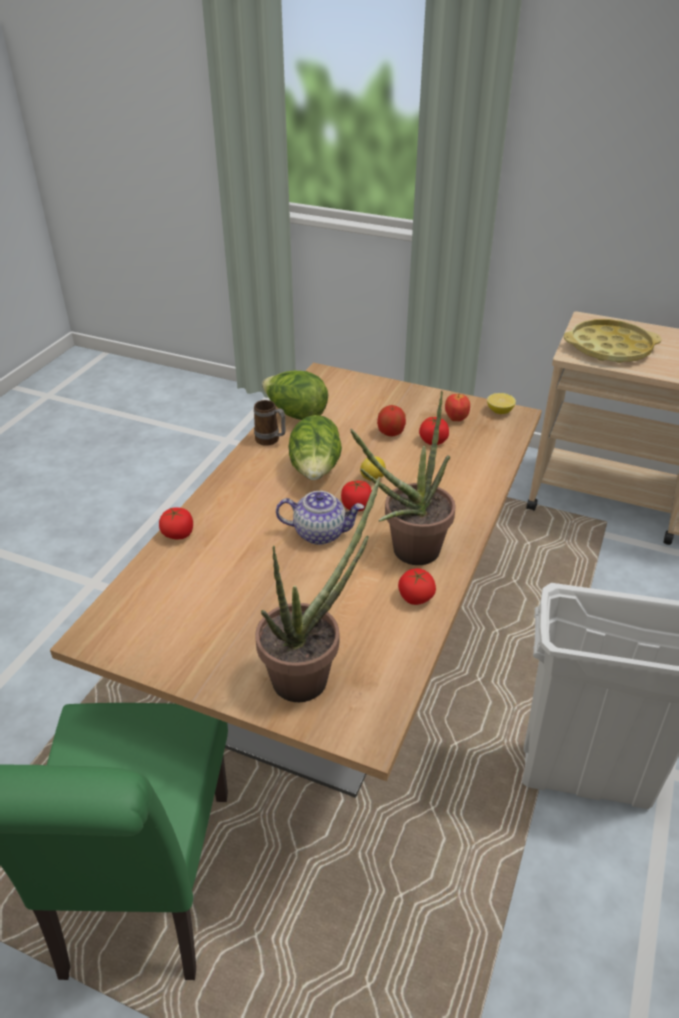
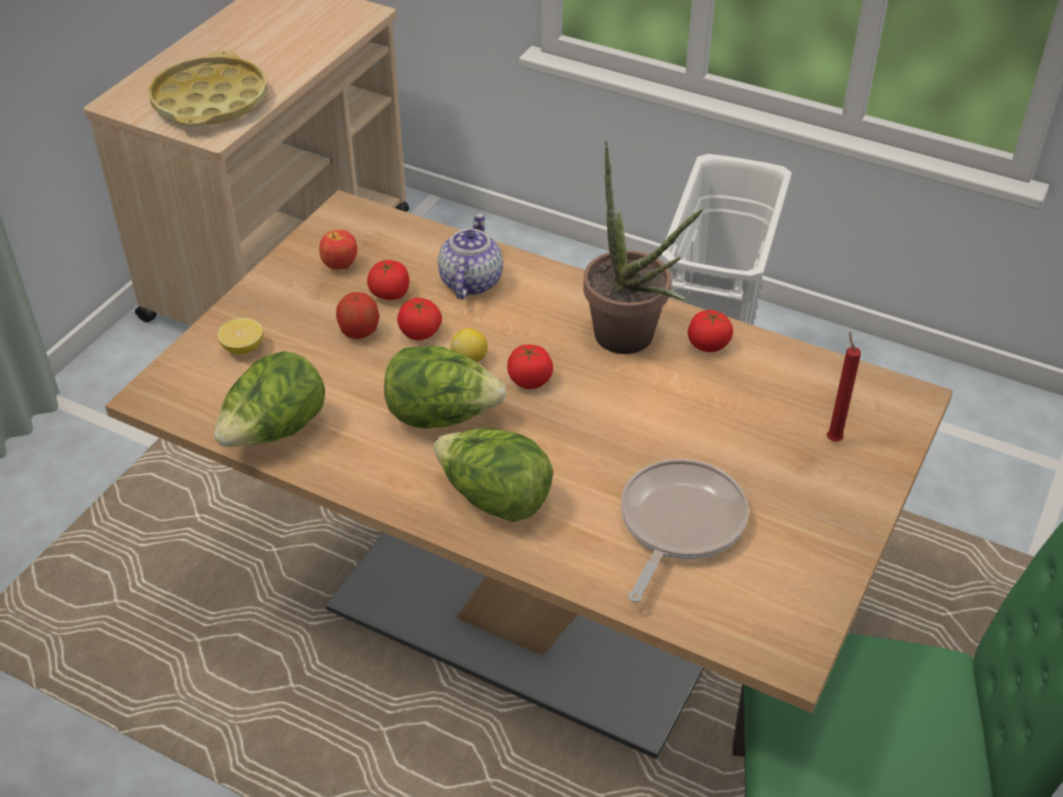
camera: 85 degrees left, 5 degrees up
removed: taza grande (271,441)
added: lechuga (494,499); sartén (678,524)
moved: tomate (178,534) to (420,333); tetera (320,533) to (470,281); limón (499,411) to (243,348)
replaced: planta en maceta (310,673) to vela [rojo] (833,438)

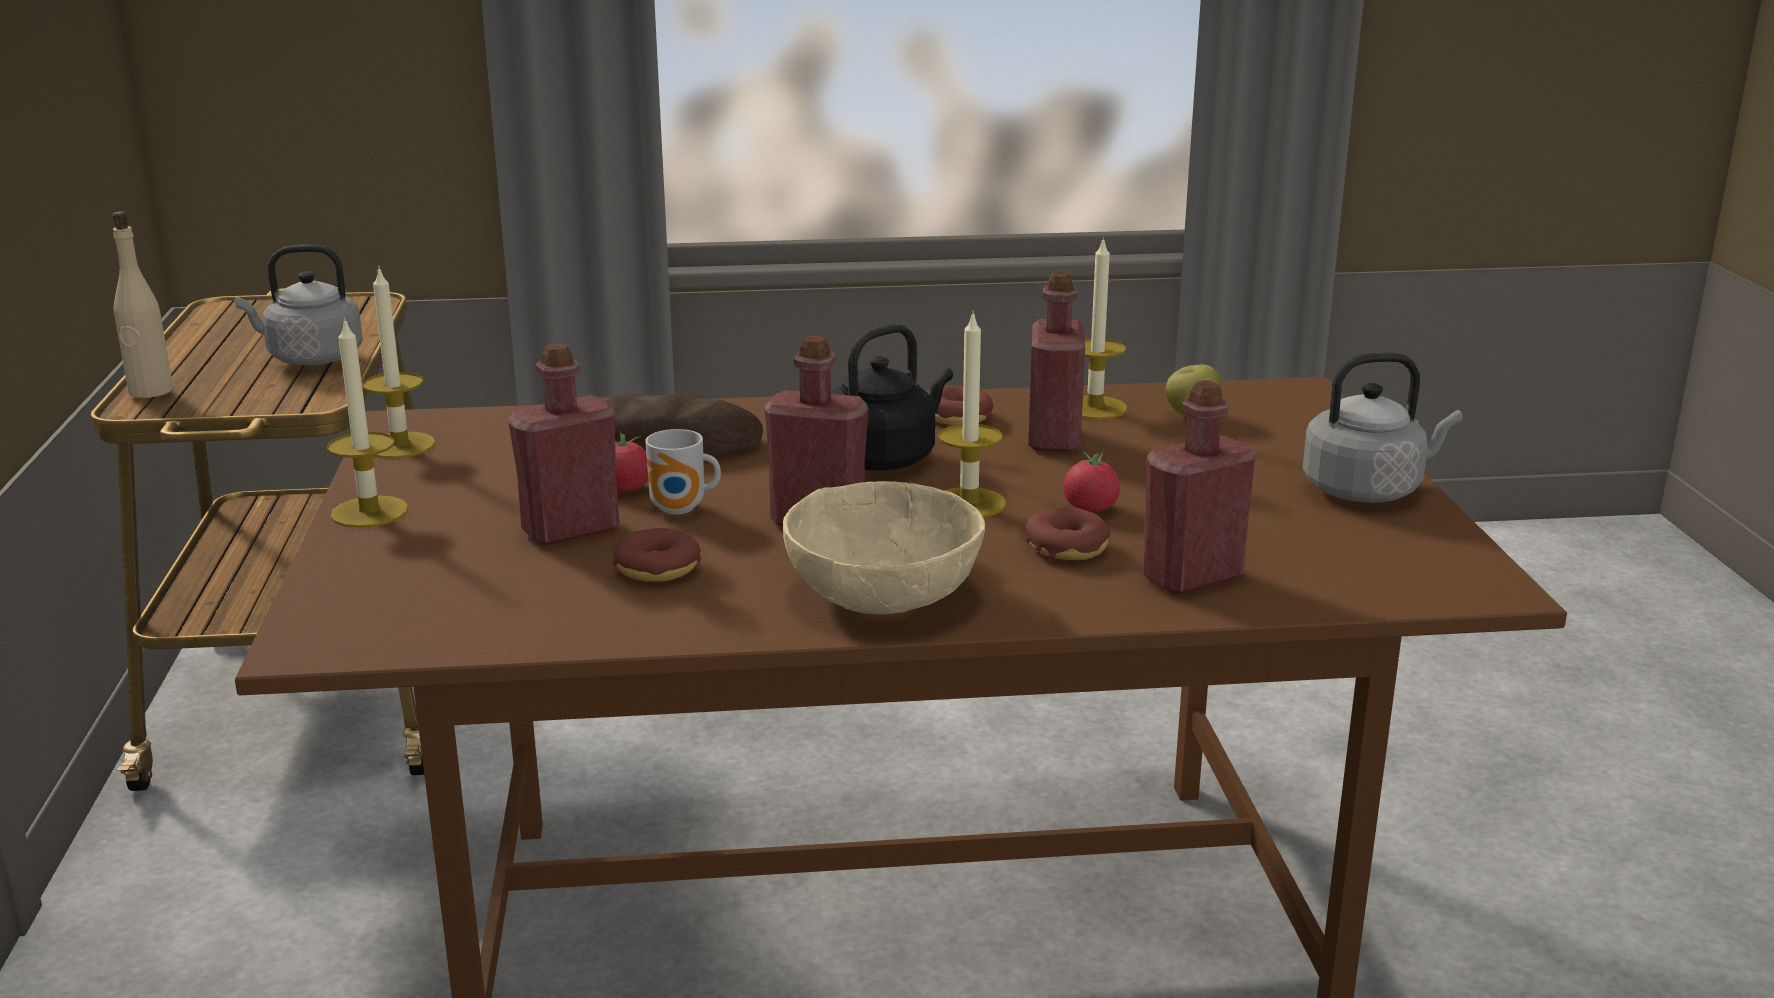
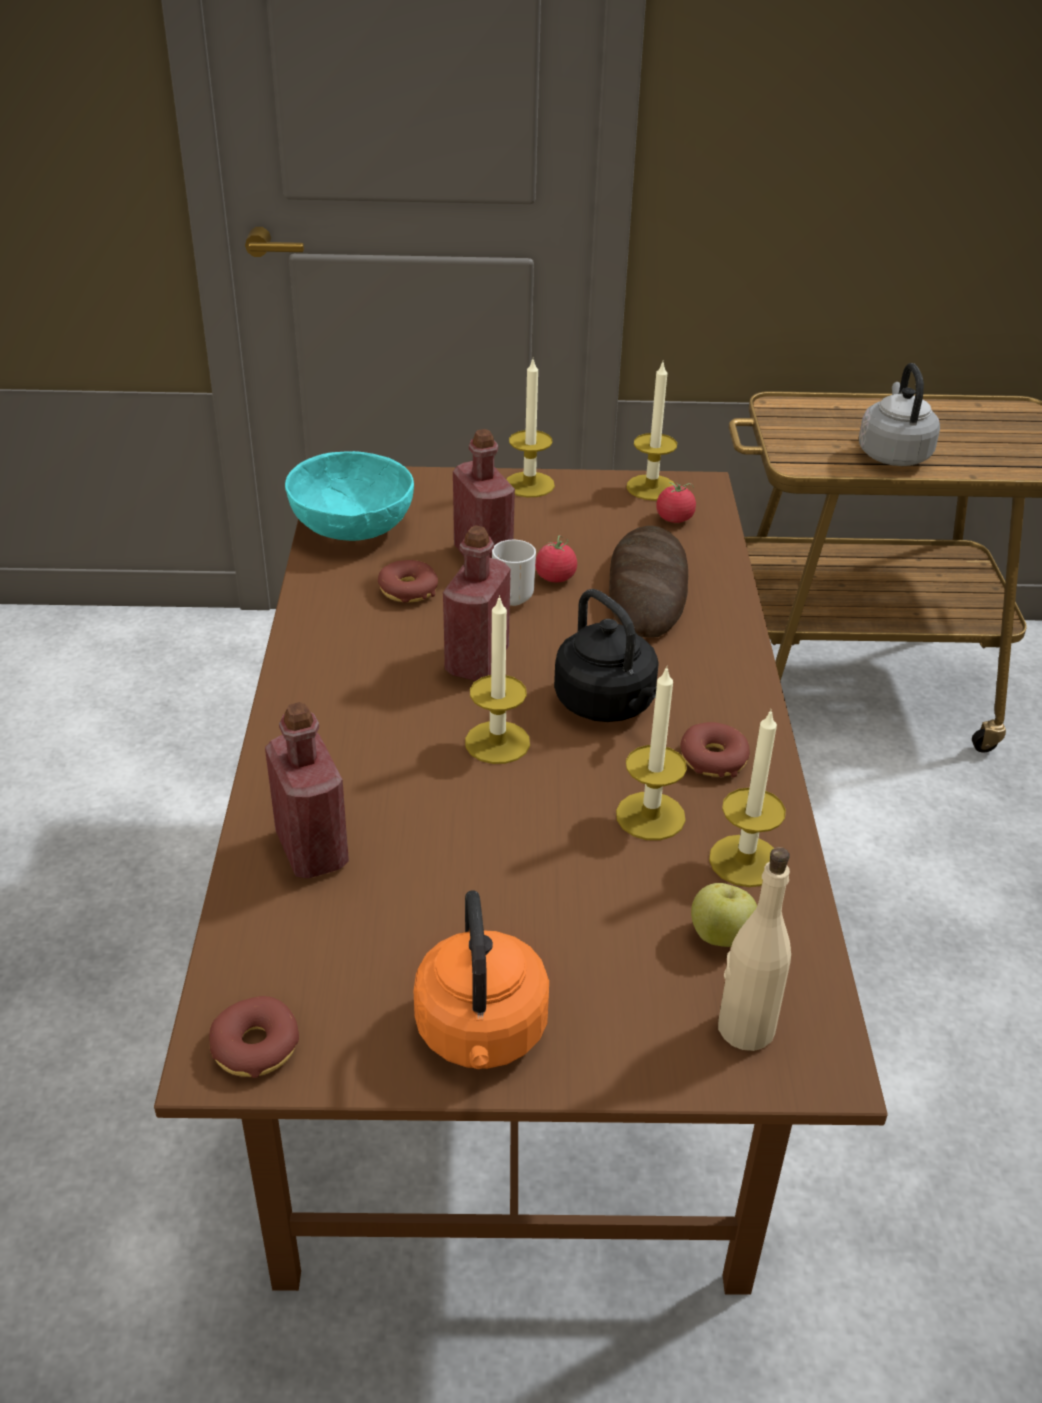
camera: 95 degrees right, 15 degrees up
removed: cuenco [beis] (883,594)
added: cuenco [turquesa] (352,527)
moved: botella [beis] (150,391) to (745,1028); rosquilla (1067,547) to (255,1047); tomate (1090,508) to (674,519)
replaced: botella [rojo] (1054,439) to vela (650,816)
recoloured: hervidor [gris] (1367,490) to hervidor [naranja] (481,1034)

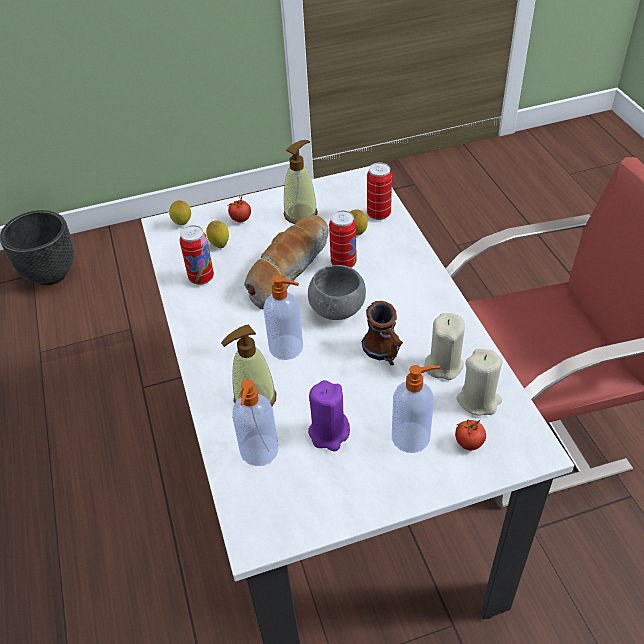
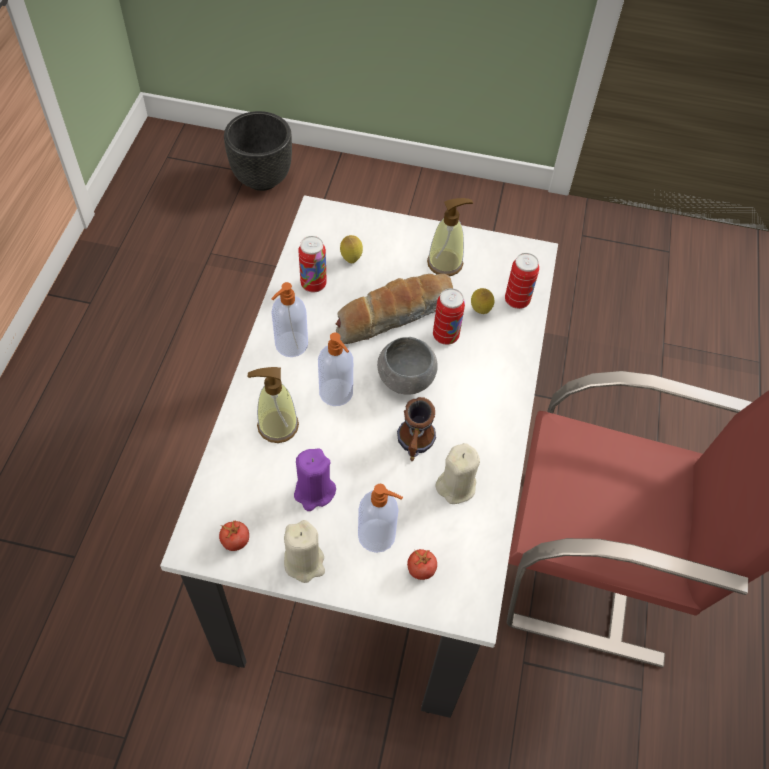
camera: 25 degrees right, 10 degrees up
removed: limón (182,224)
moved: tomate (240,219) to (235,541); dispensador de jabón (259,452) to (290,345); vela [beis] (479,400) to (304,562)

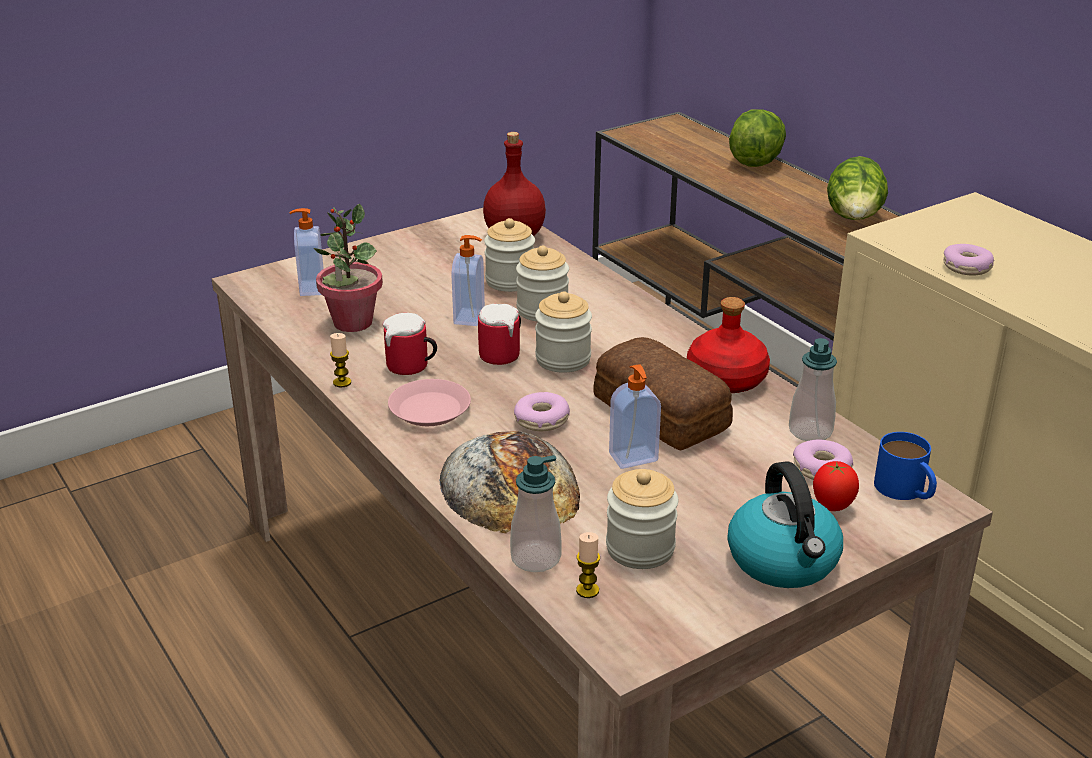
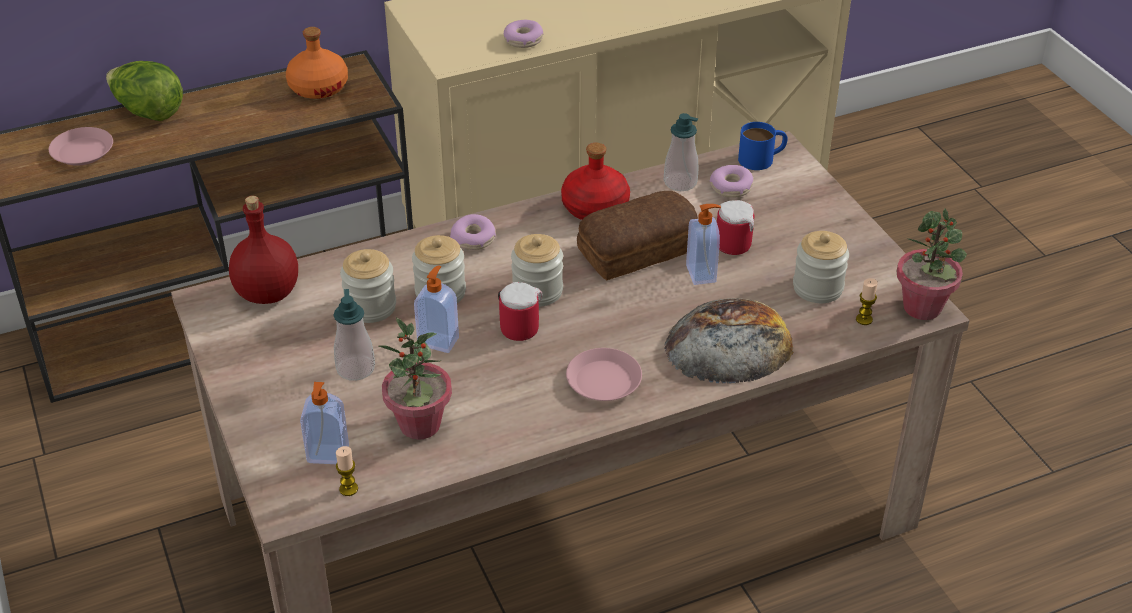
camera: 80 degrees left, 10 degrees up
removed: hervidor (784,561); tomate (832,507)
added: plato [rosa] (83,151); planta en maceta (922,307)
moved: vela (342,382) to (348,489); taza grande (412,368) to (736,242); dispensador de jabón (535,558) to (355,368); rosquilla (541,420) to (474,239)
replaced: lechuga (854,220) to botella [naranja] (318,87)

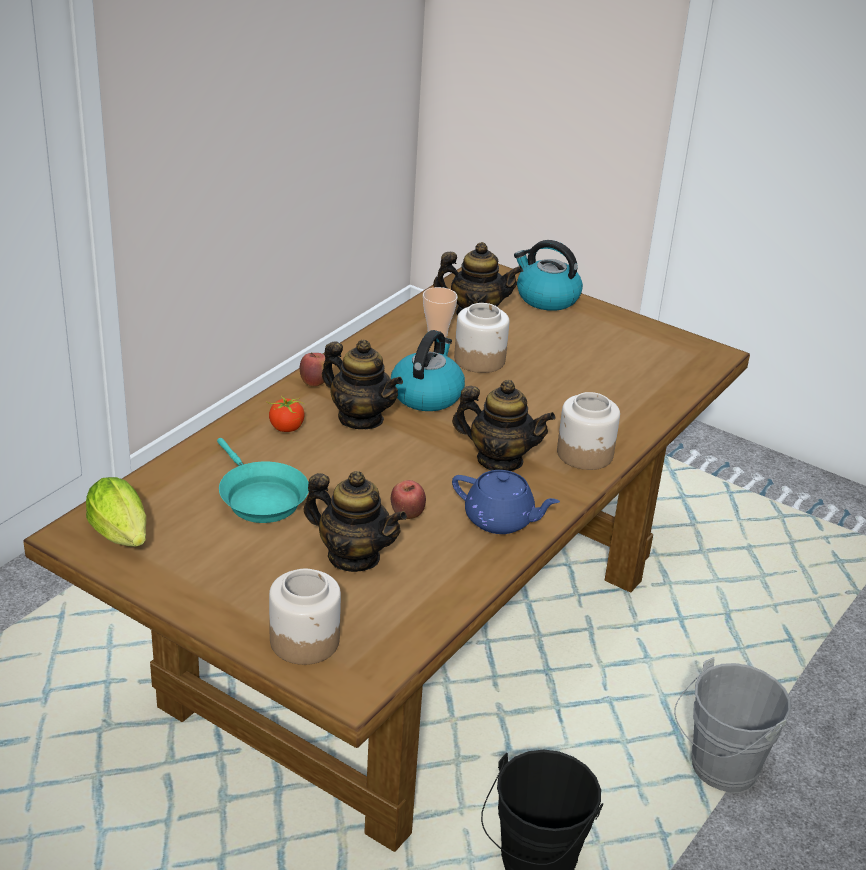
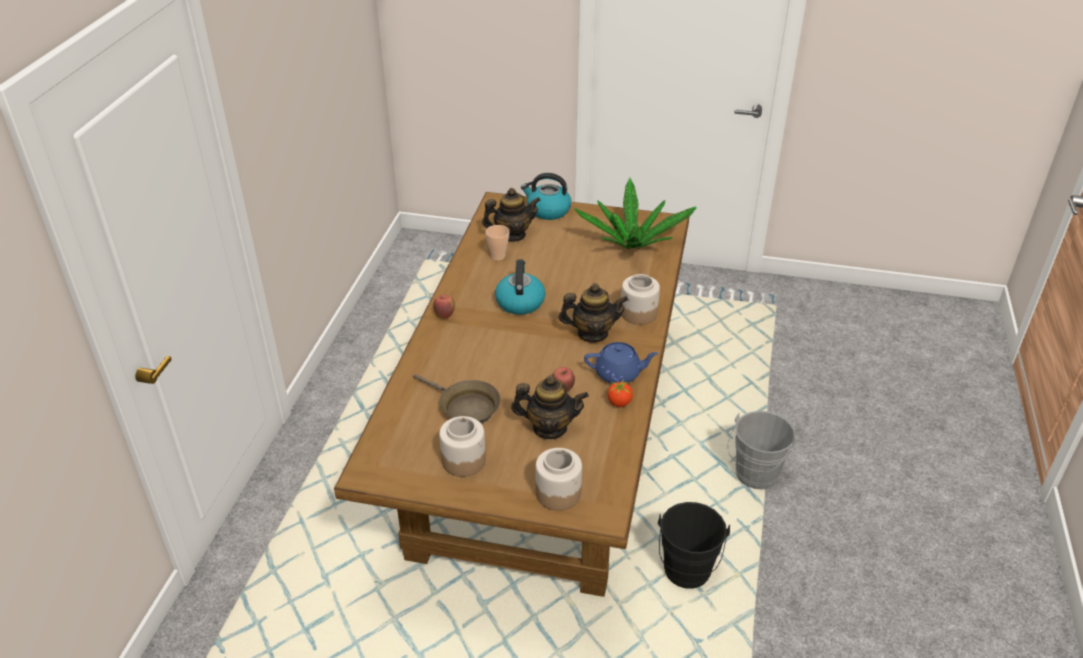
camera: 20 degrees left, 5 degrees up
removed: lechuga (123,537); tetera (360,418)
added: planta en maceta (632,244)
moved: tomate (286,428) to (619,403); tarro (480,359) to (463,460)
recoloured: sartén [turquesa] (259,498) to sartén [marrón] (465,407)

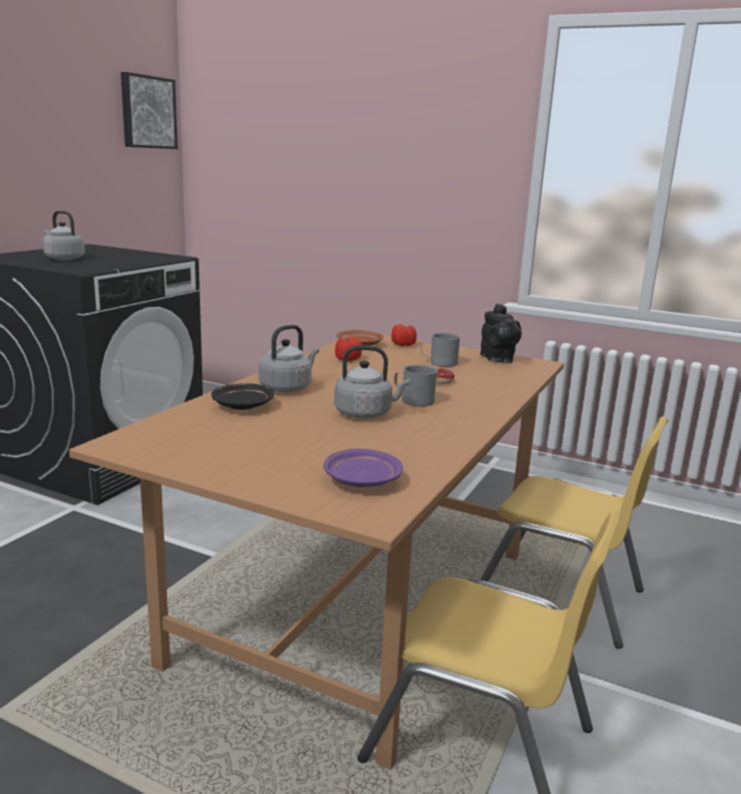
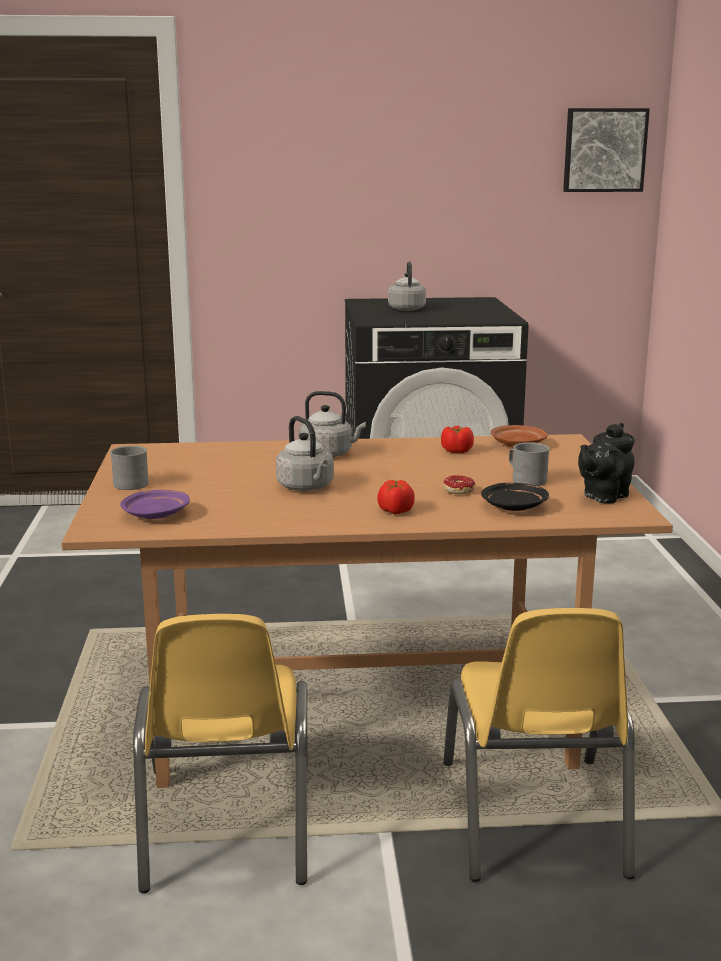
camera: 60 degrees right, 0 degrees up
moved: plato [negro] (243,405) to (514,506); tomate (403,345) to (395,511); taza grande [gris] (413,400) to (133,482)

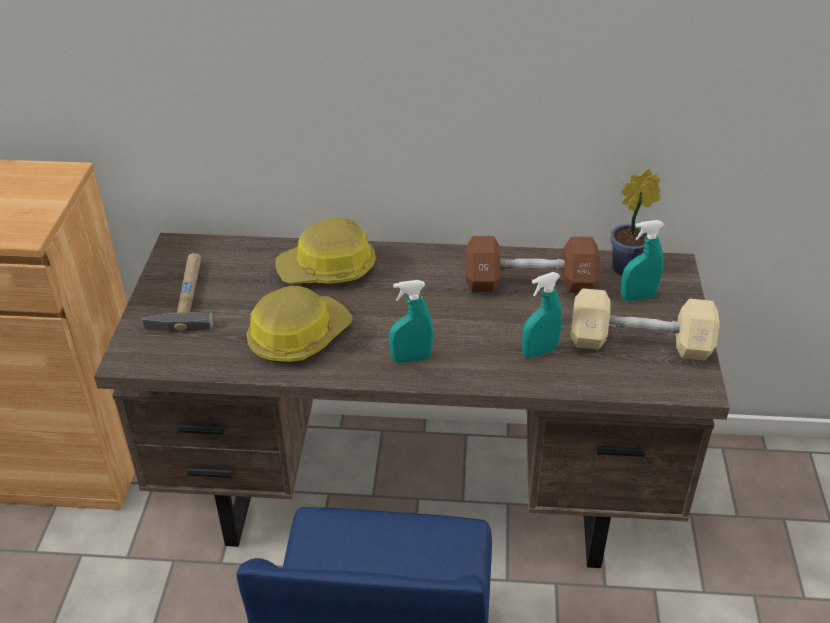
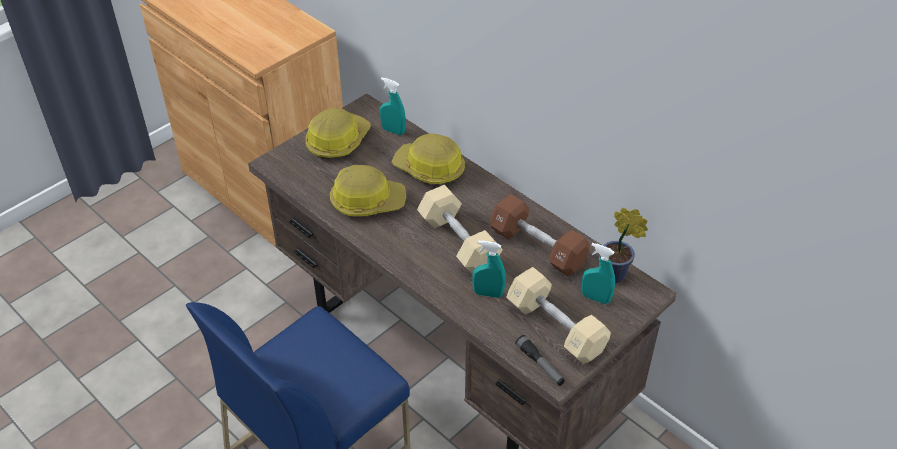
camera: 40 degrees right, 5 degrees up
added: mancuerna [beis] (458,242); linterna (540,364)
moved: pulverizador [turquesa] (411,359) to (393,131)
replaced: martillo (185,295) to casco (337,141)

